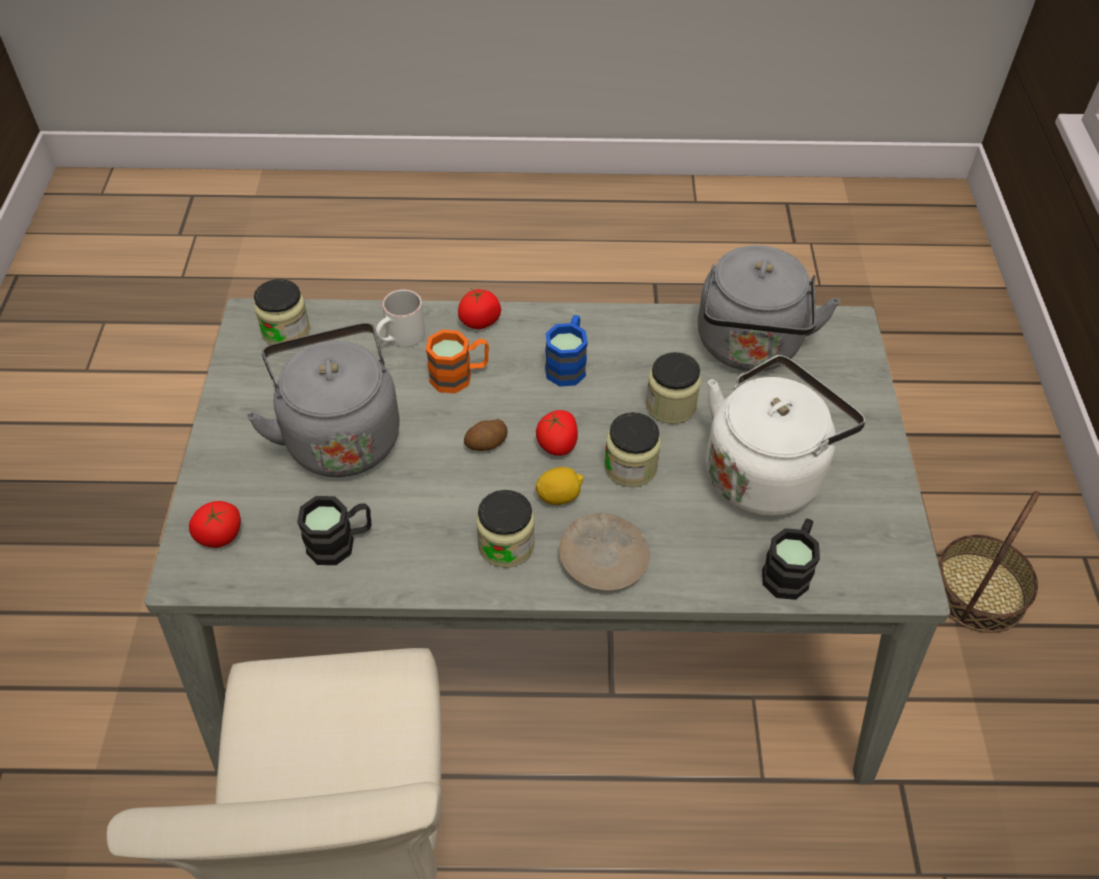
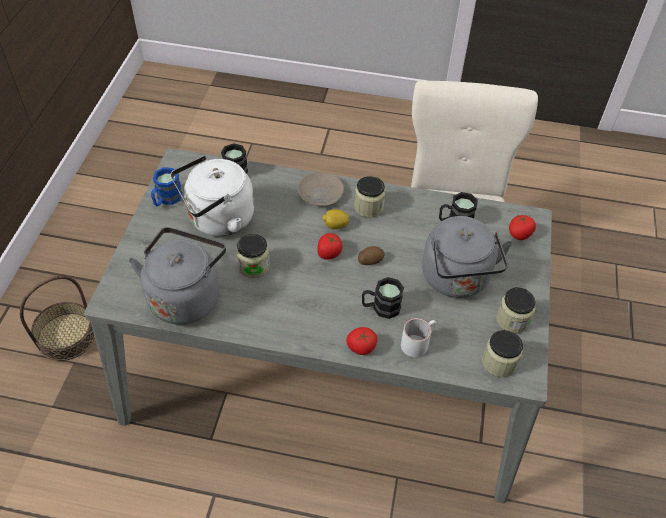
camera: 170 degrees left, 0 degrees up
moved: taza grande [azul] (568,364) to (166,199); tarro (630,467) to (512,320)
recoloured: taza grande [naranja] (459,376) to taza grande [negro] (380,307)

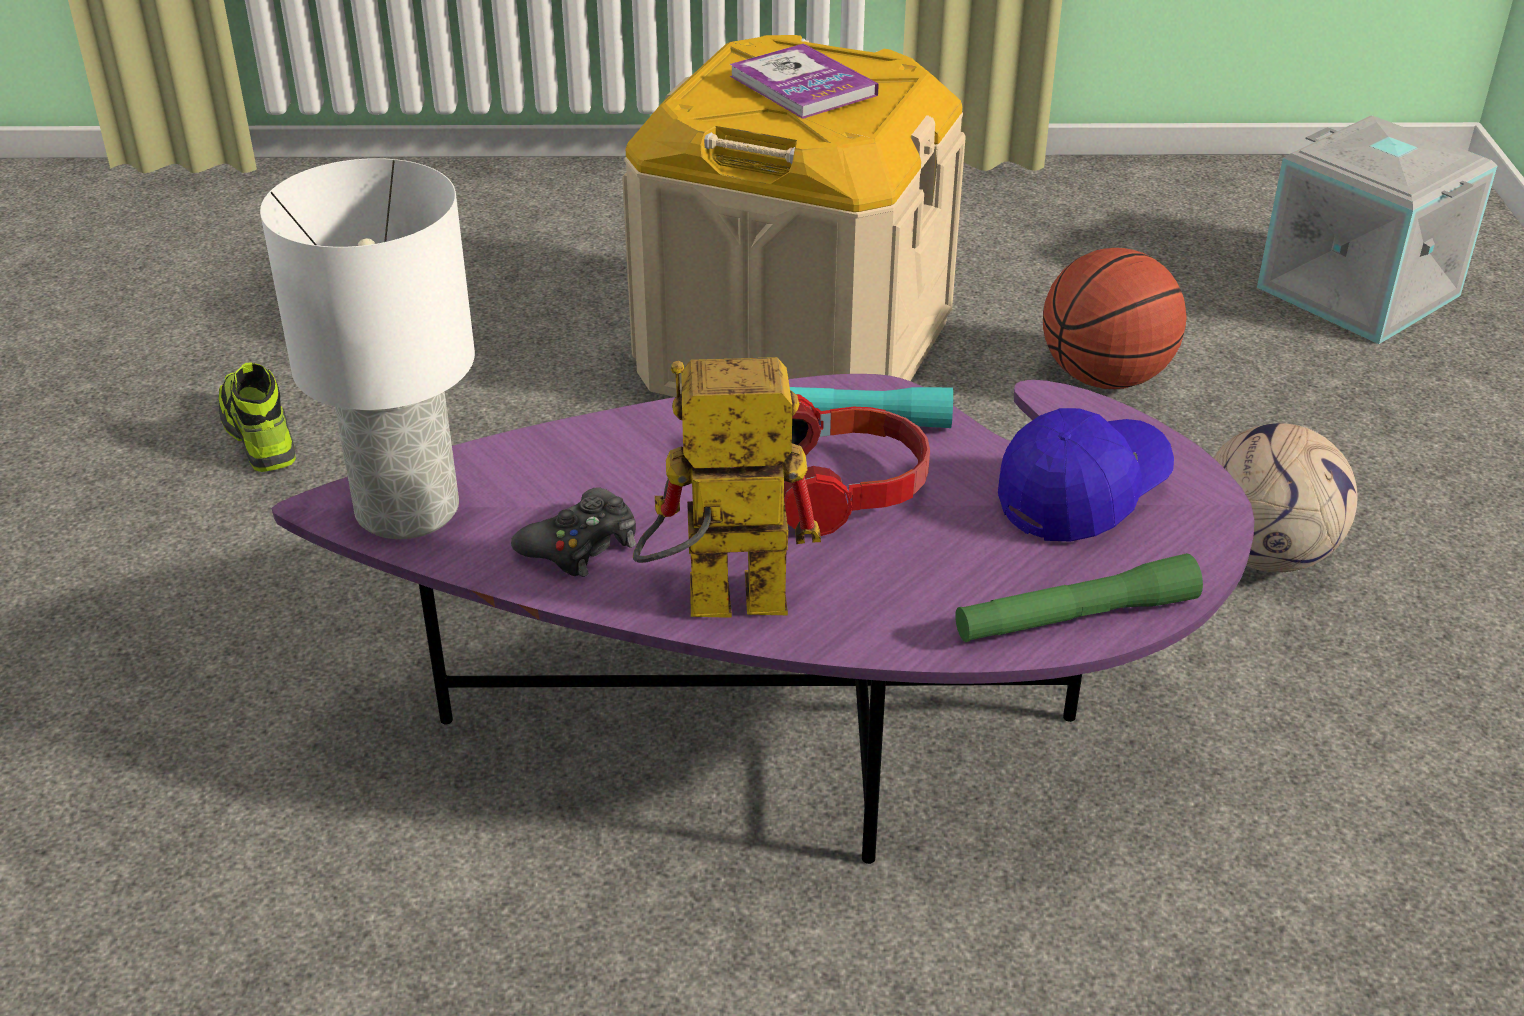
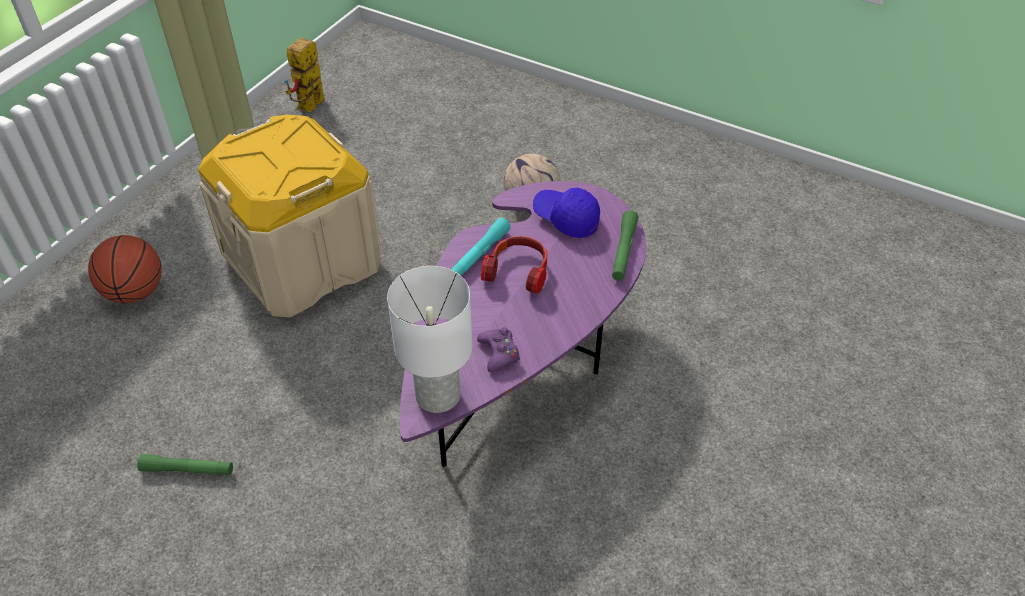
camera: 60 degrees left, 10 degrees up
removed: libro (802,85); caja de almacenaje [gris] (1361,291)
moved: robot de juguete (713,604) to (309,108); balón de baloncesto (1105,377) to (134,292)
replaced: zapato (258,435) to linterna [verde] (187,470)
recoloured: mando de consola [negro] (581,545) to mando de consola [morado] (499,353)
turned: gorra [azul] (1082,494) = (566,219) 45 degrees counterclockwise

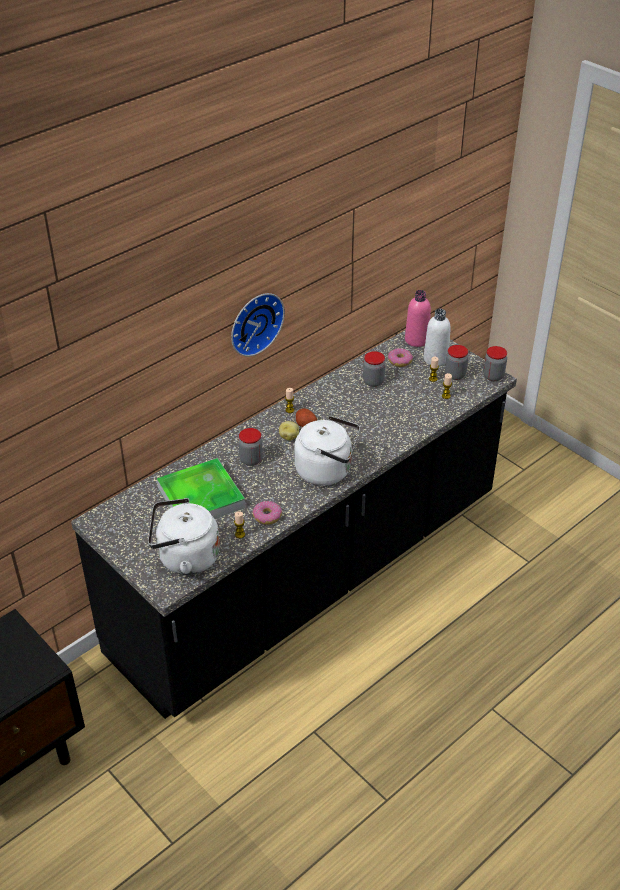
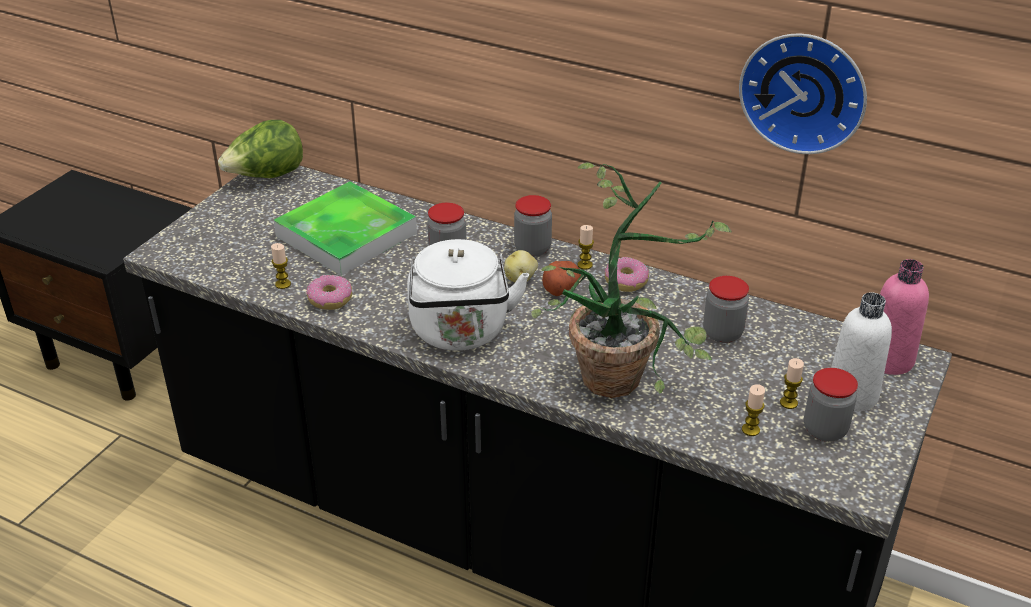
camera: 70 degrees right, 5 degrees down
removed: hervidor [blanco] (184,558)
added: lechuga (266,177); planta en maceta (625,373)
moved: reloj de pared (254,322) to (804,90); rosquilla (399,361) to (626,281); tarro (493,376) to (532,249)

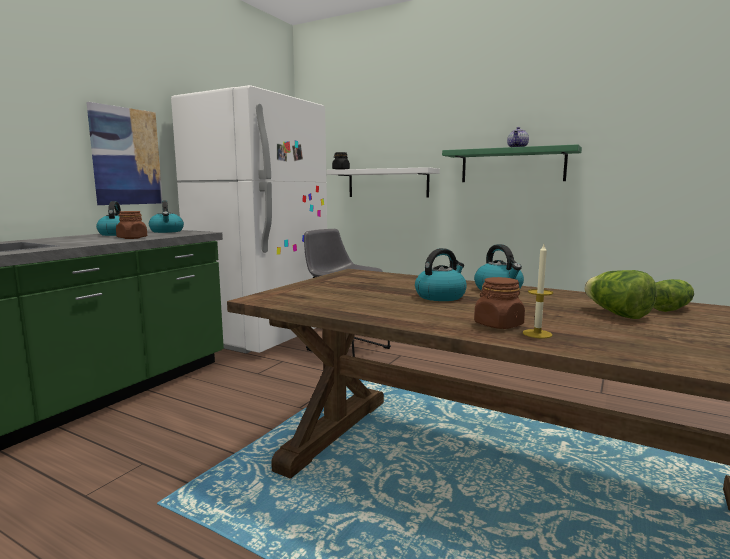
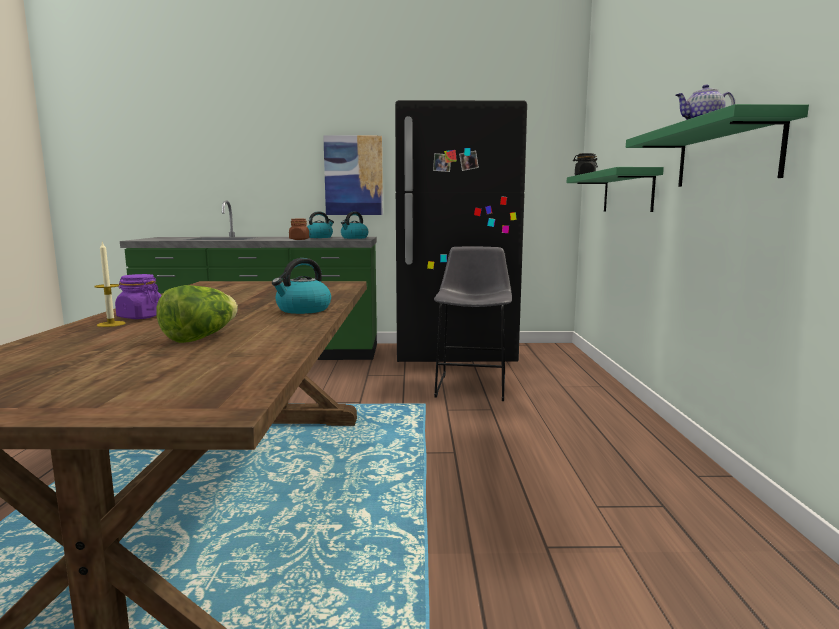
camera: 60 degrees right, 0 degrees up
removed: hervidor (440,296); lechuga (672,308)
recoloured: nevera [blanco] (262,335) to nevera [negro] (454,355); estante [blanco] (387,183) to estante [verde] (627,192); tarro [marrón] (498,325) to tarro [morado] (141,317)

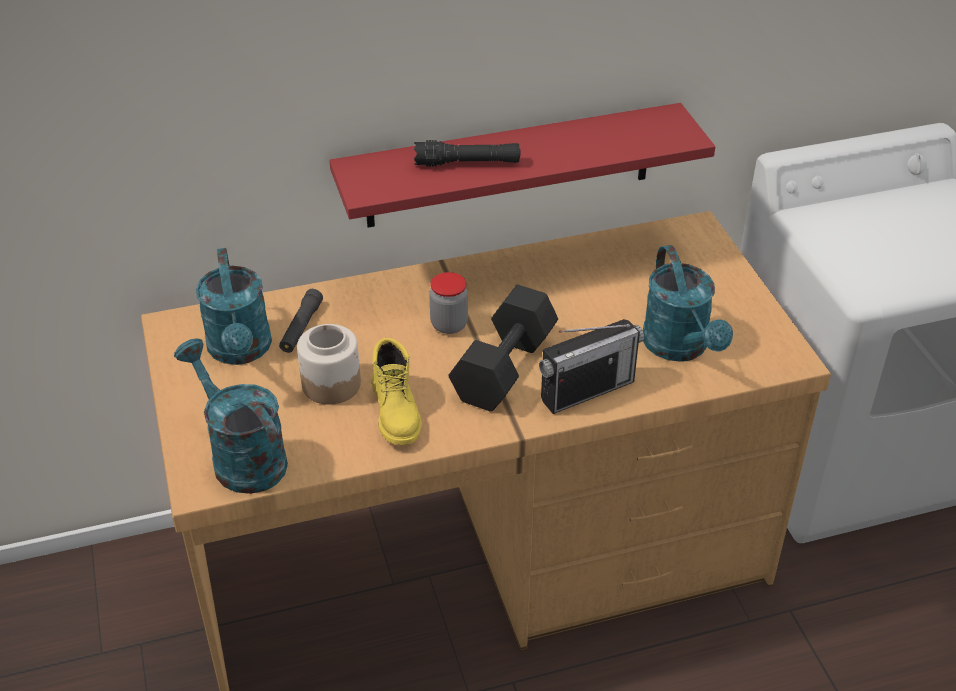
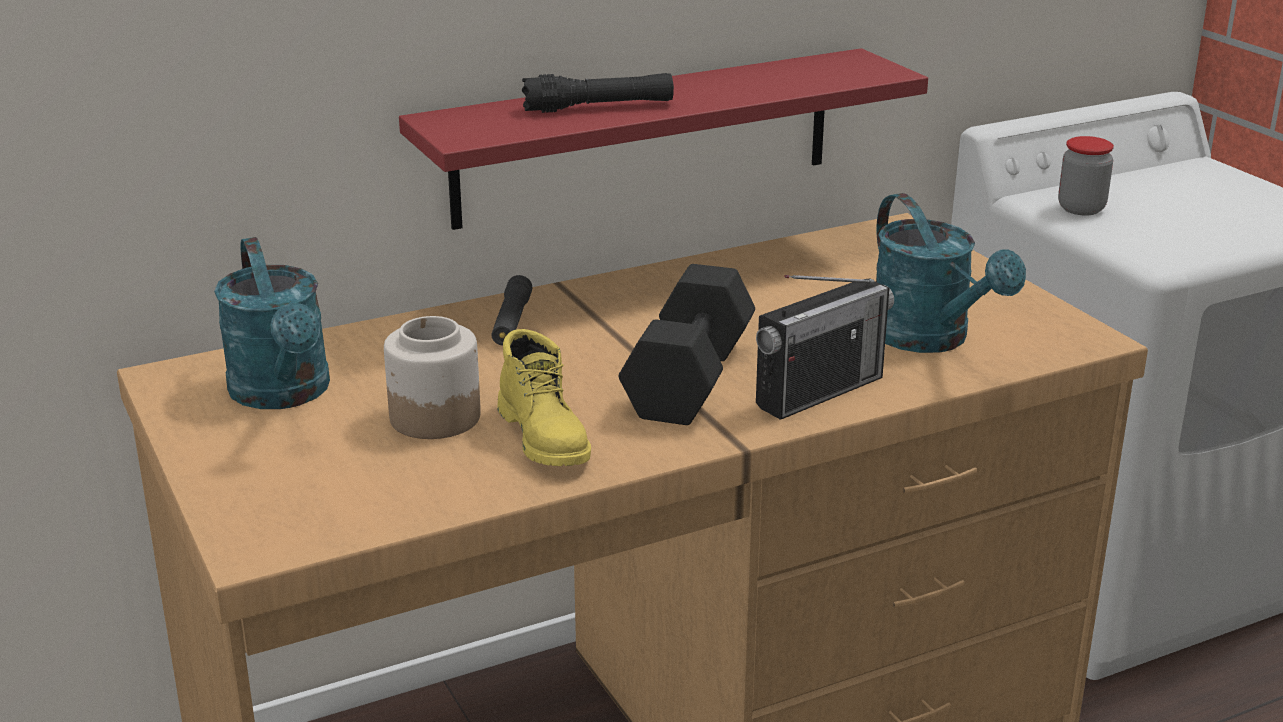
camera: 10 degrees left, 15 degrees down
removed: regadera [turquesa] (241,456)
moved: linterna [negro] (301,327) to (511,322); tarro (449,325) to (1081,209)

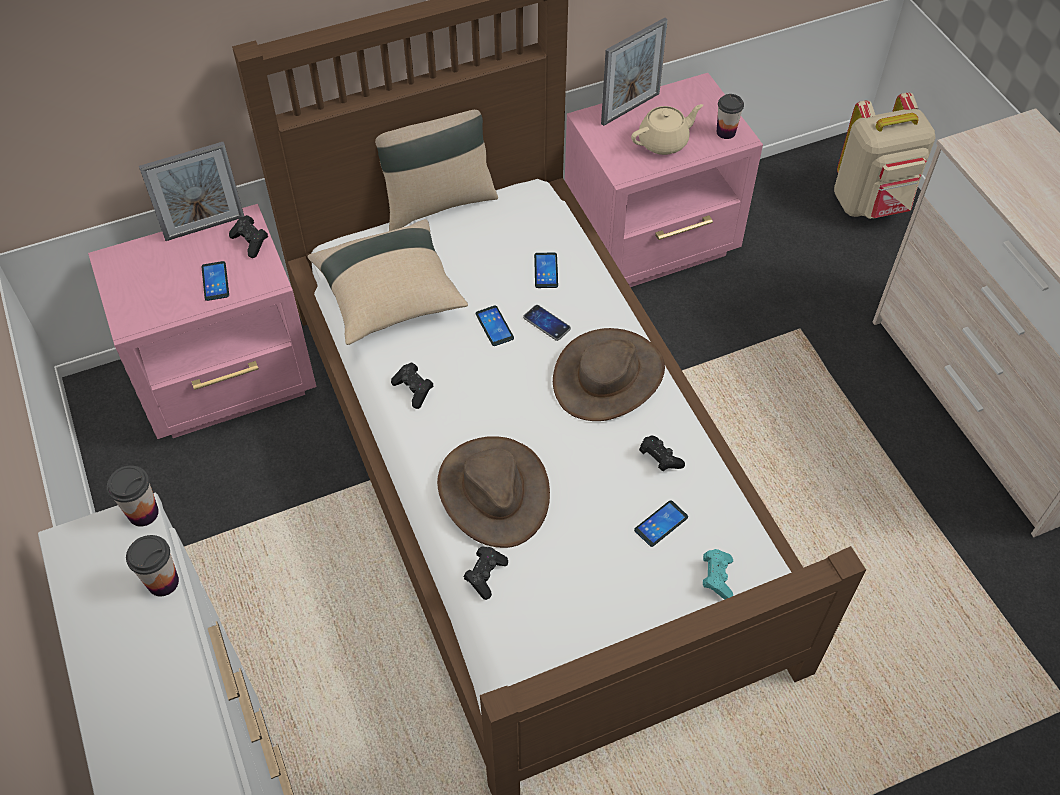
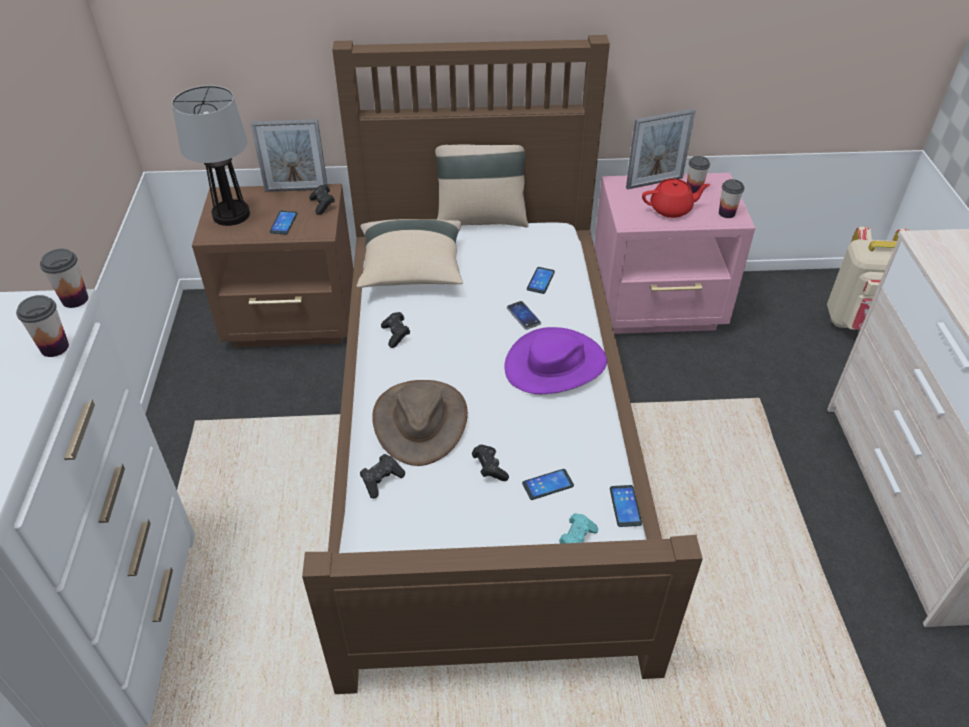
camera: 20 degrees right, 10 degrees down
added: lámpara de mesa (231,214); taza (694,189)
moved: móvil (494,326) to (625,506); mando de consola [negro] (659,459) to (489,468)
recoloured: mesita de noche [rosa] (230,380) to mesita de noche [marrón] (294,320); sombrero [marrón] (609,377) to sombrero [morado] (555,365); tetera [beis] (664,142) to tetera [rojo] (671,209)

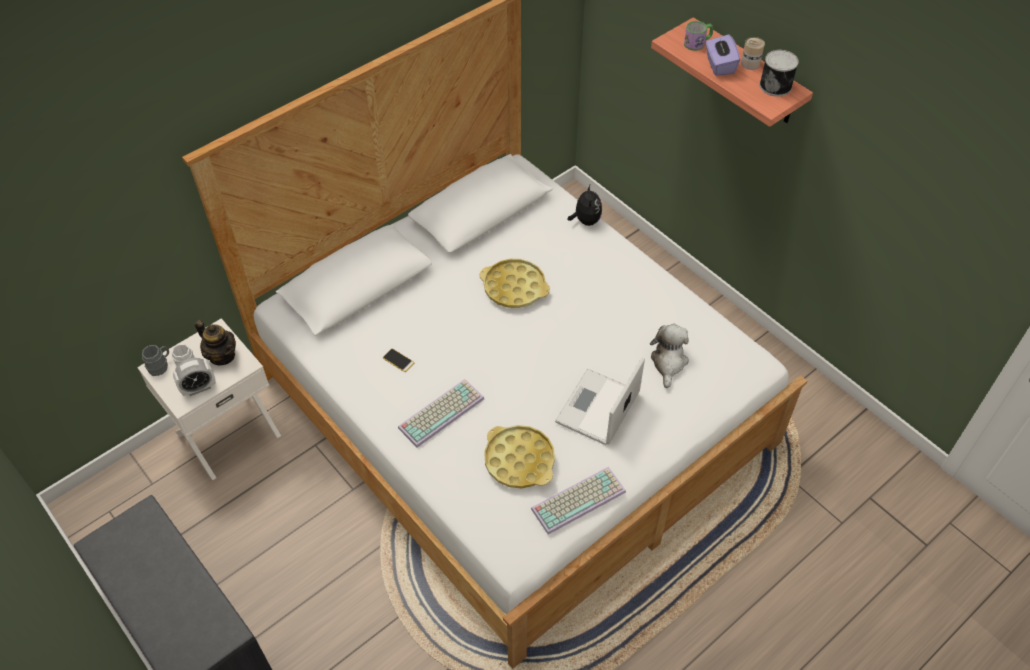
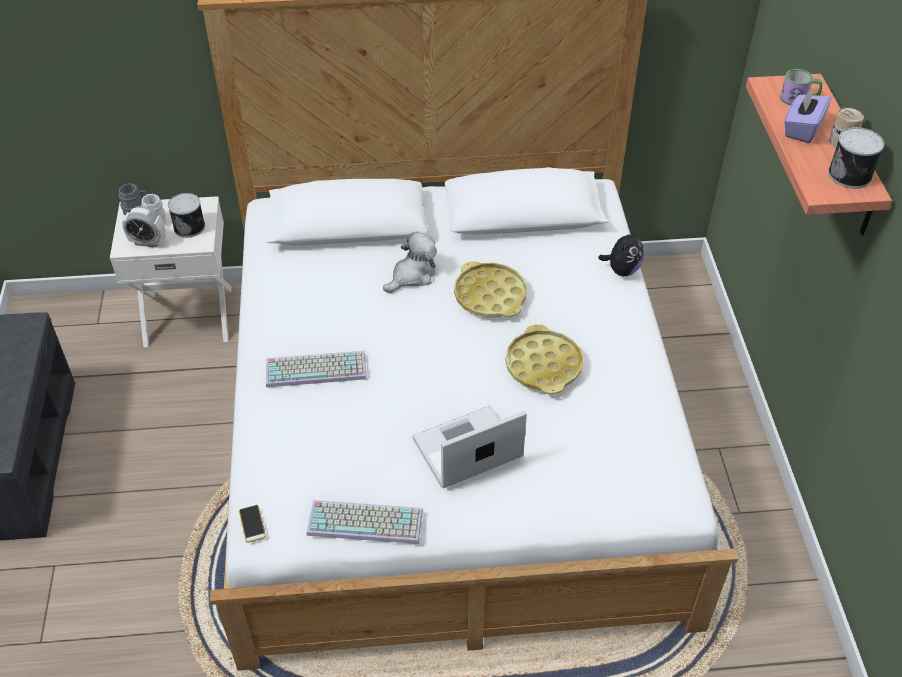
camera: 35 degrees right, 5 degrees down
moved: móvil (398,360) to (252,524); bandeja [amarillo] (519,460) to (543,365); peluche (668,362) to (412,275)
replaced: tetera (222,356) to lata (190,226)

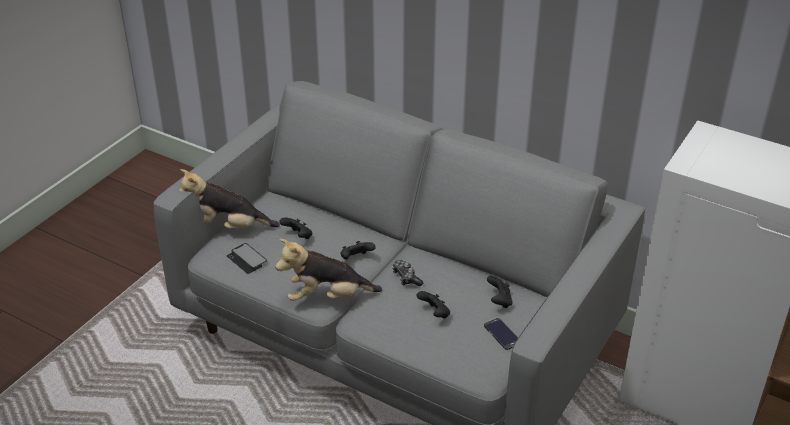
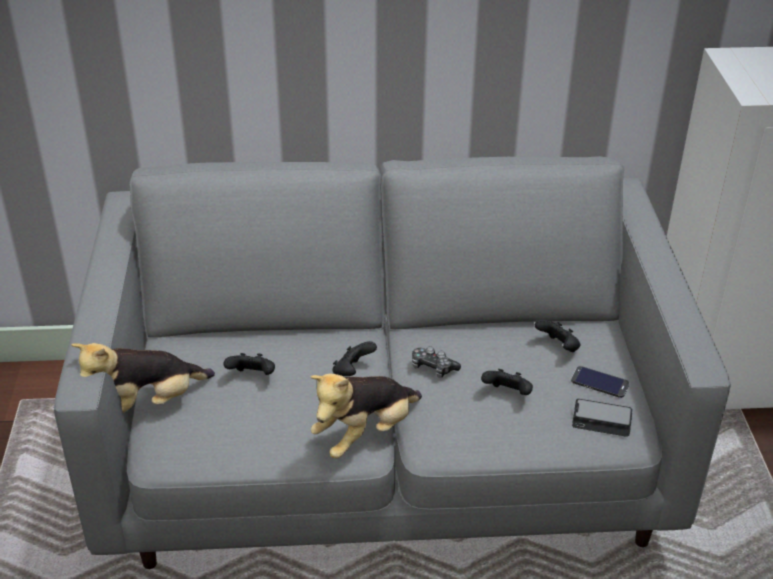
camera: 35 degrees left, 0 degrees up
moved: móvil (247,259) to (602,419)

